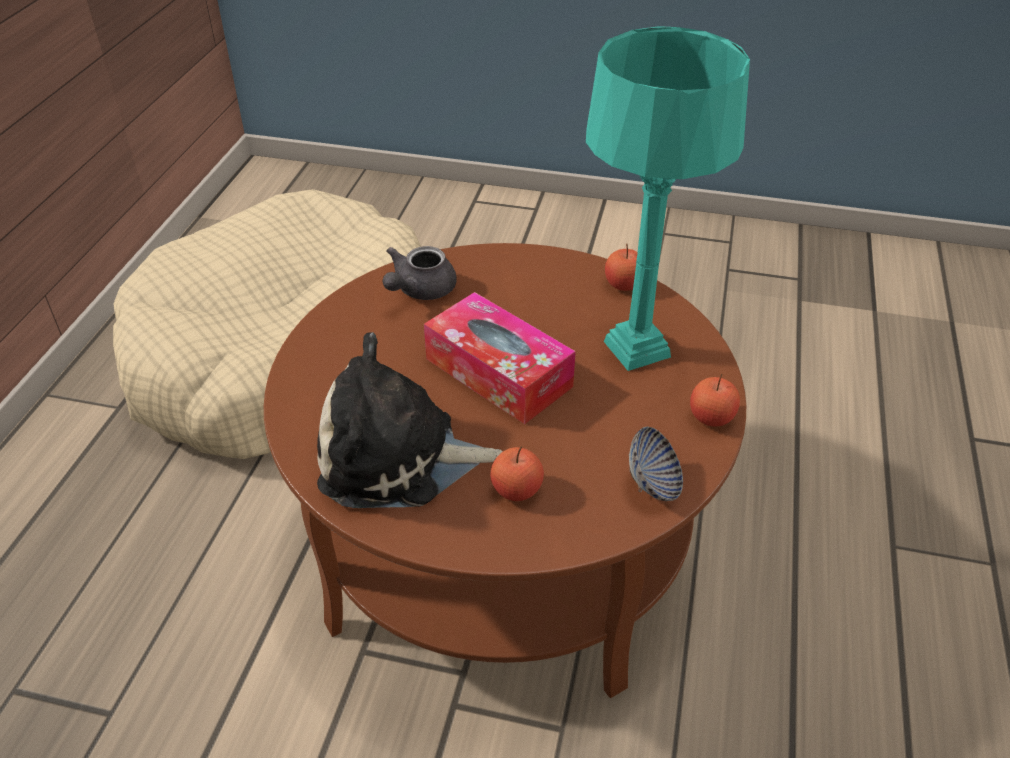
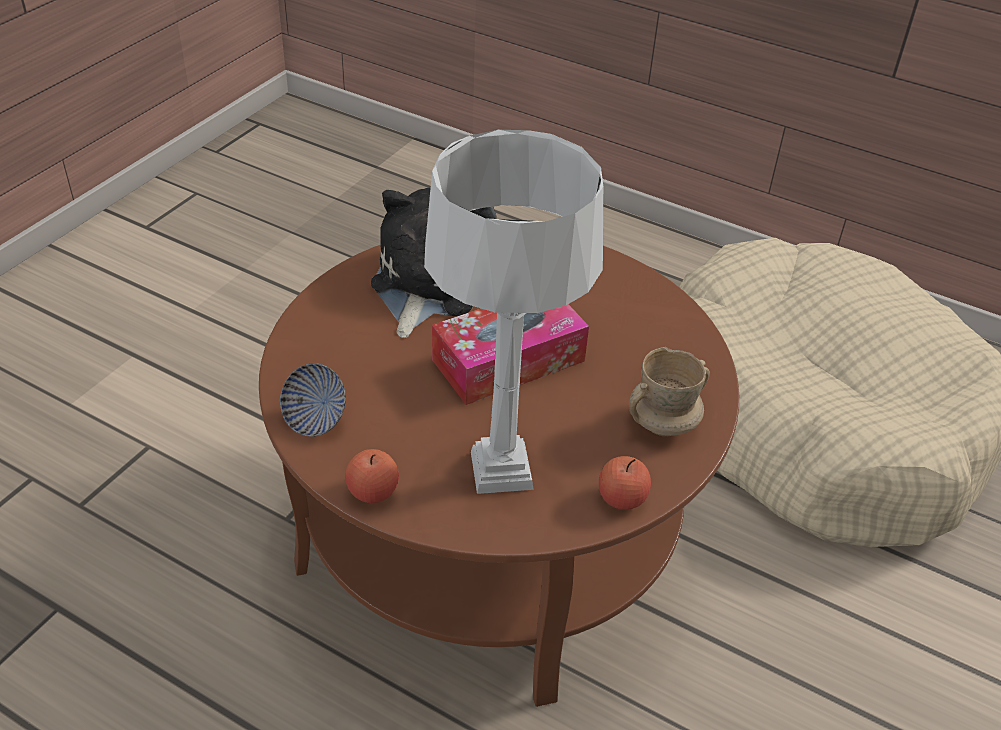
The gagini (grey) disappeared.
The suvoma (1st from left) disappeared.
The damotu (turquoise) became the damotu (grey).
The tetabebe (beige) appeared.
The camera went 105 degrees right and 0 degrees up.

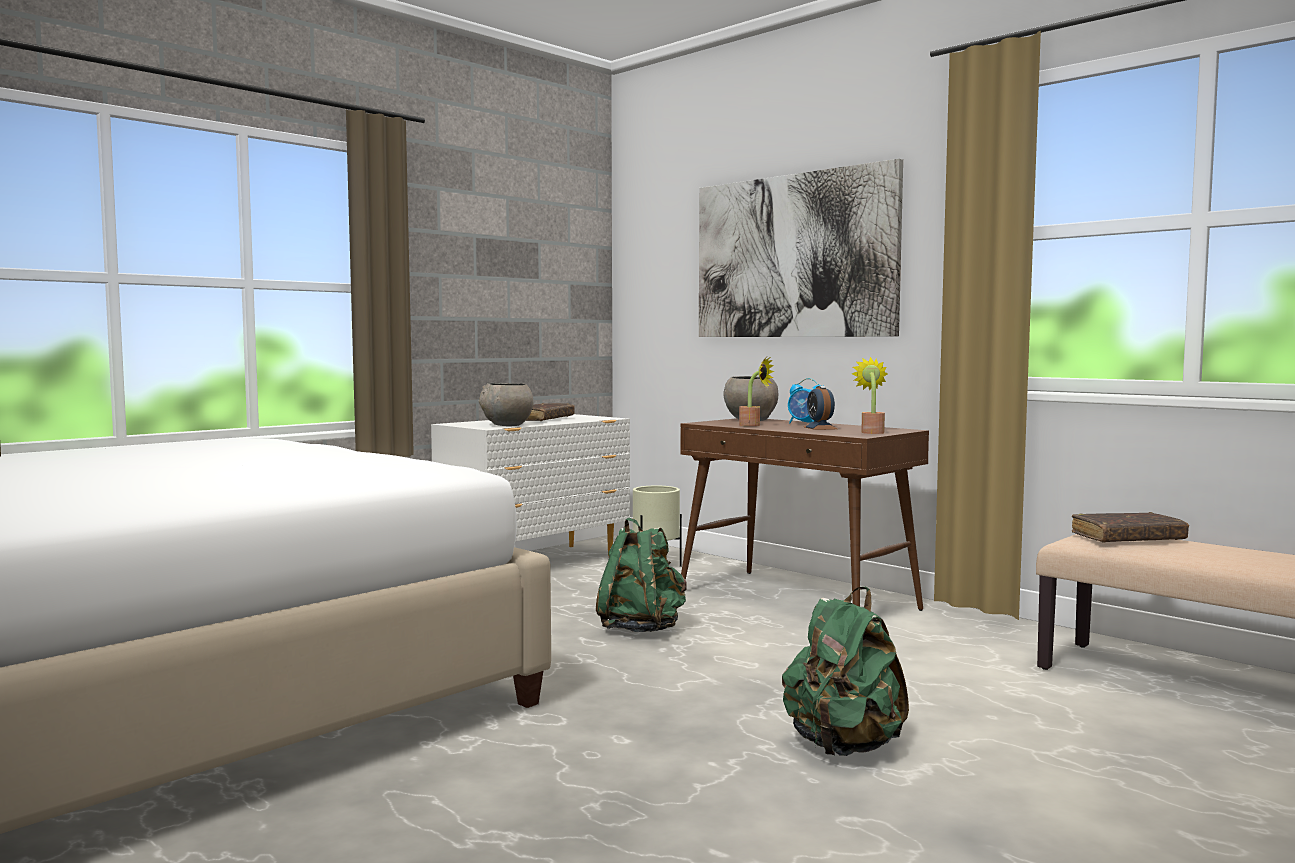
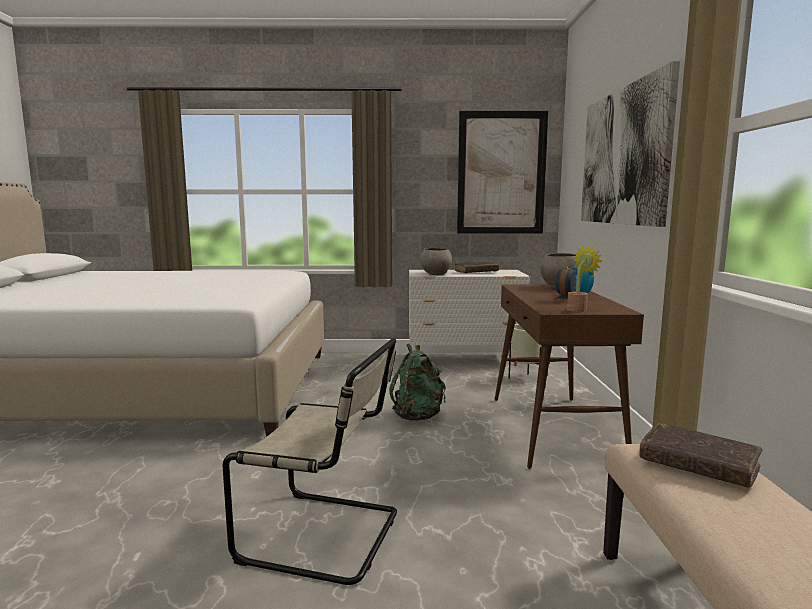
The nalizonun (1st from left) disappeared.
The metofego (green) (2nd from left) was replaced by the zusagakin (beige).
The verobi (1st from left) appeared.
The camera went 45 degrees right and 5 degrees up.

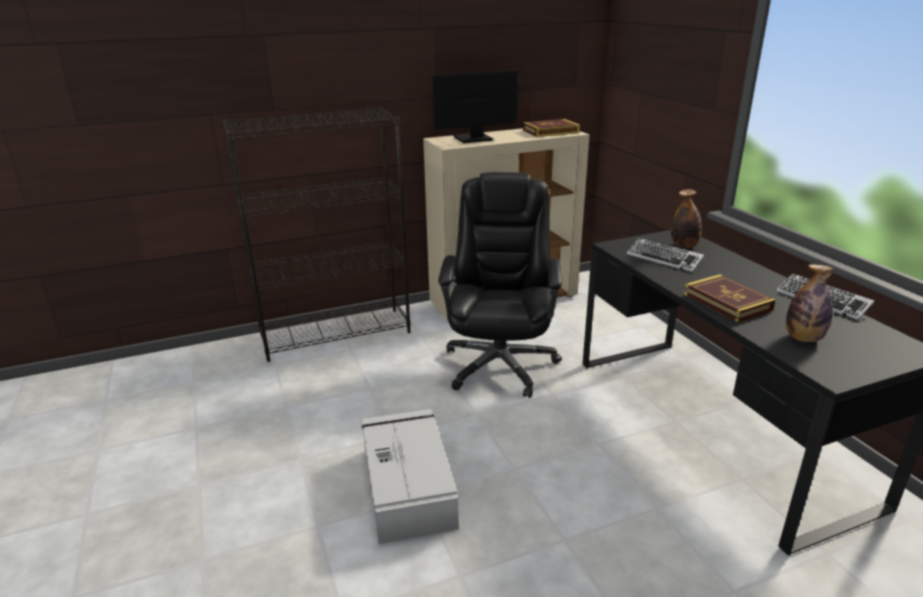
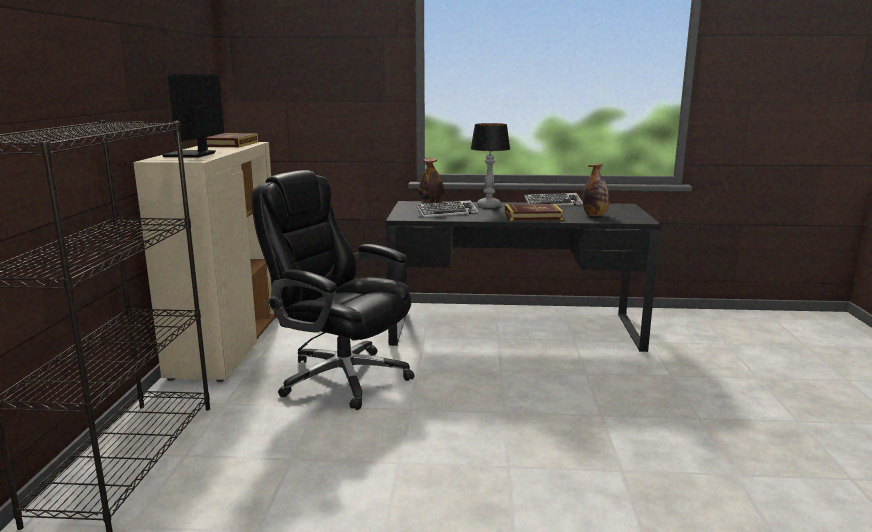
The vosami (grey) disappeared.
The damotu appeared.
The camera went 65 degrees left and 10 degrees down.

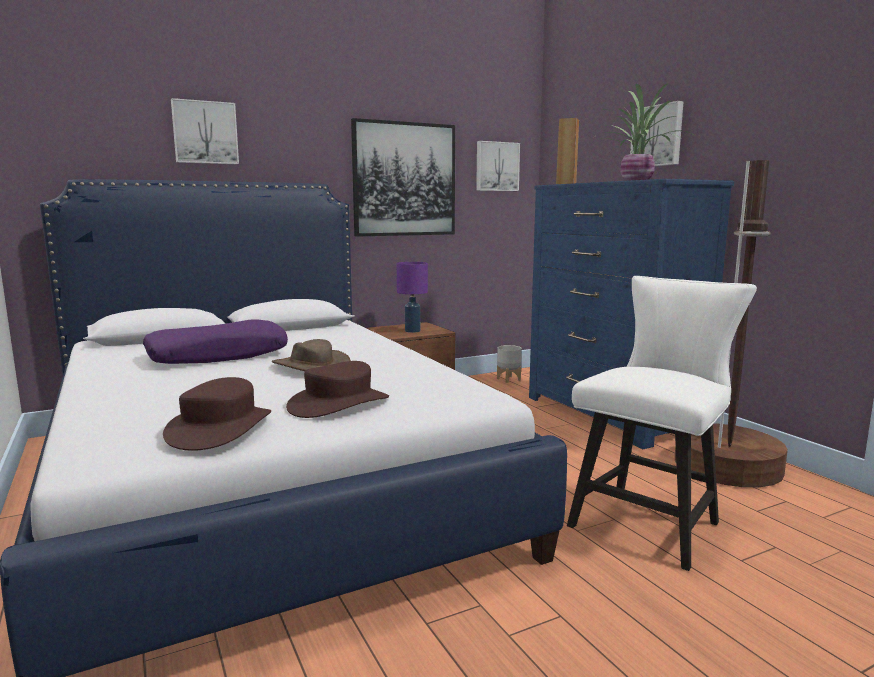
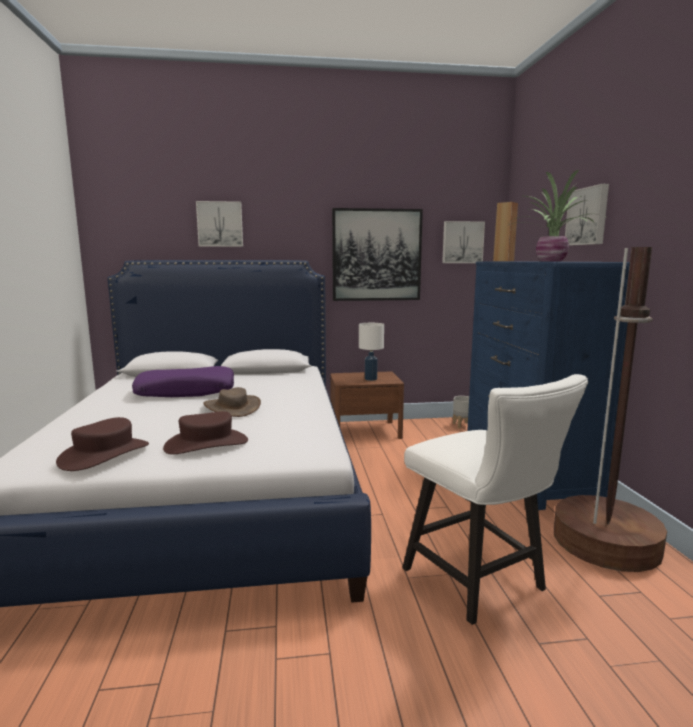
The damotu (purple) became the damotu (white).
The zusagakin (white) turned 90 degrees clockwise.
The camera went 20 degrees right and 0 degrees up.

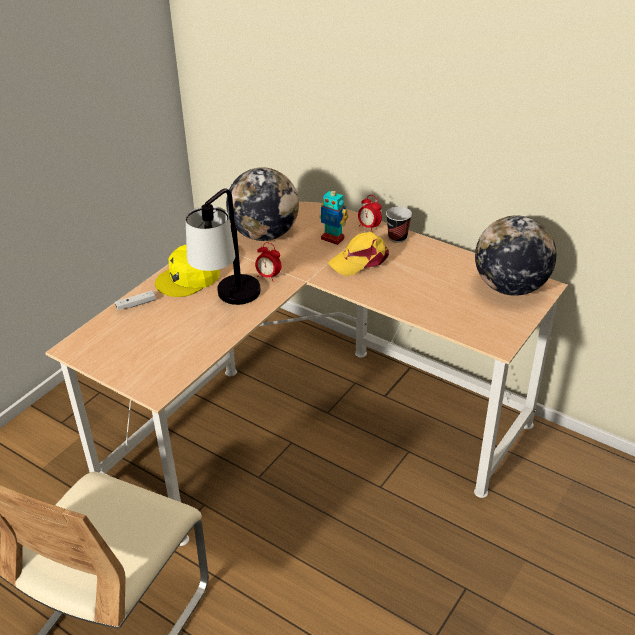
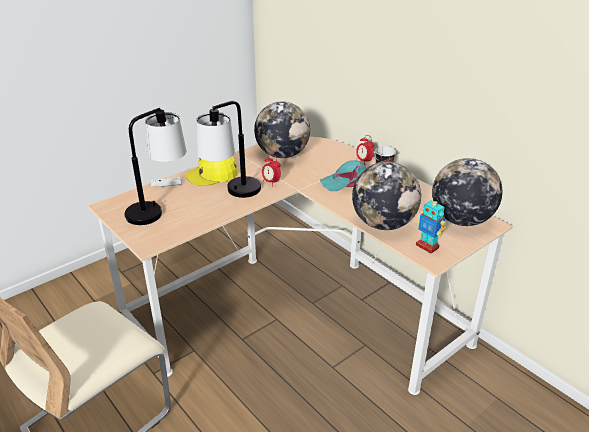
The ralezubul moved.
The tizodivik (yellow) (2nd from left) became the tizodivik (turquoise).
The damotu (1st from left) appeared.
The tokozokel (2nd from left) appeared.
The camera went 15 degrees right and 5 degrees down.

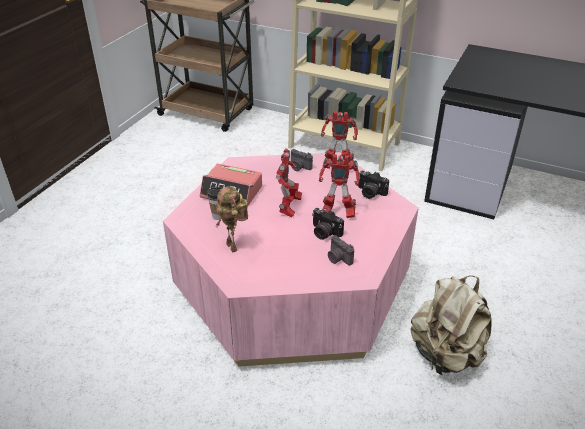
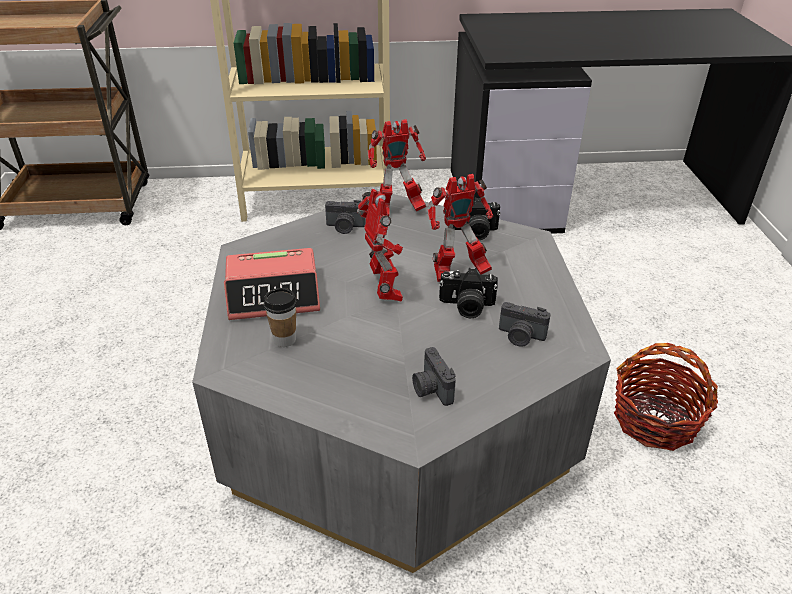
The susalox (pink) became the susalox (grey).
The ralezubul (1st from left) disappeared.
The metofego (beige) was replaced by the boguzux.
The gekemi (2nd from left) appeared.
The camera went 30 degrees left and 0 degrees up.

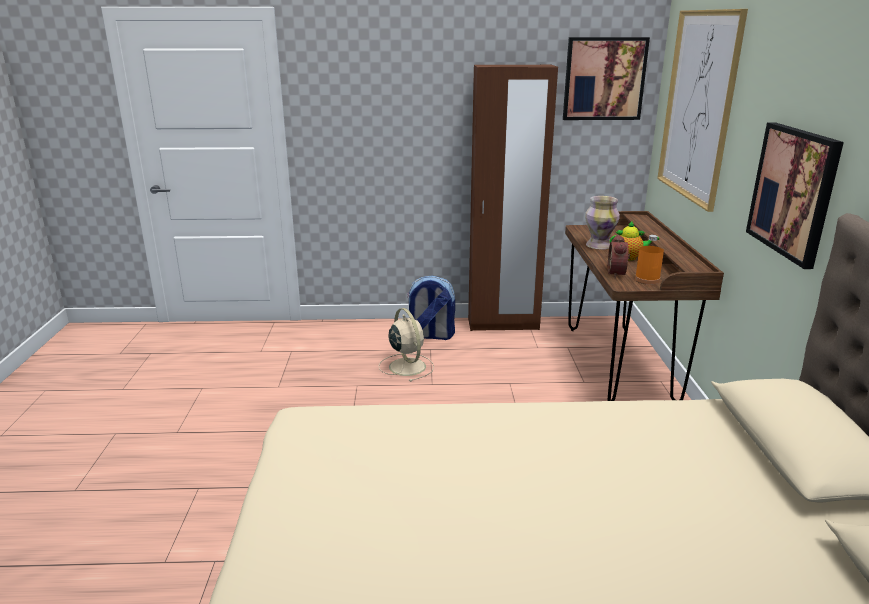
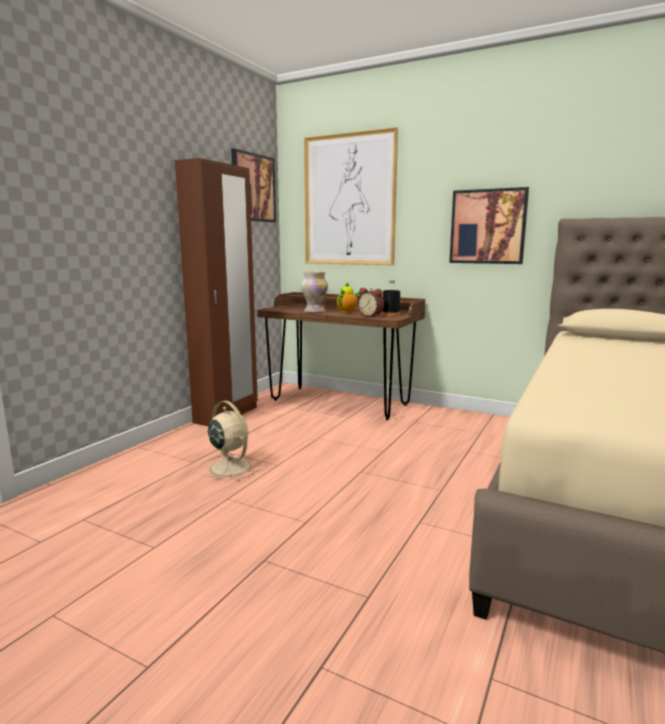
The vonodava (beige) turned 45 degrees clockwise.
The metofego disappeared.
The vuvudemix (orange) became the vuvudemix (black).
The camera went 60 degrees left and 10 degrees down.

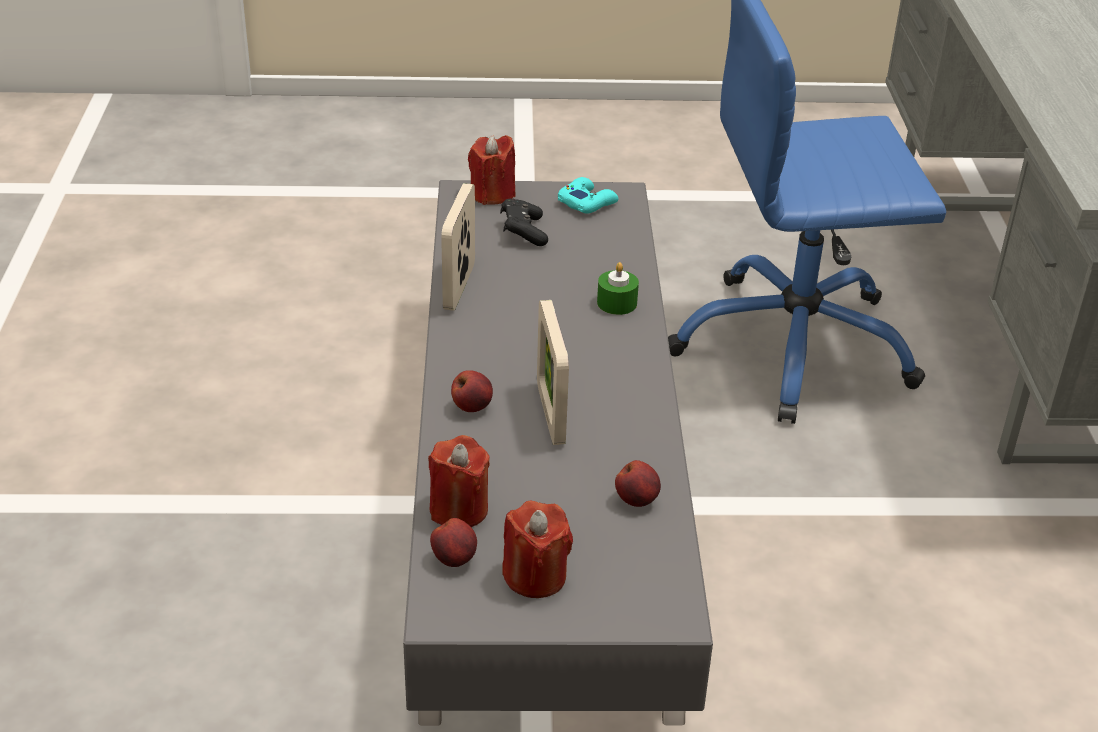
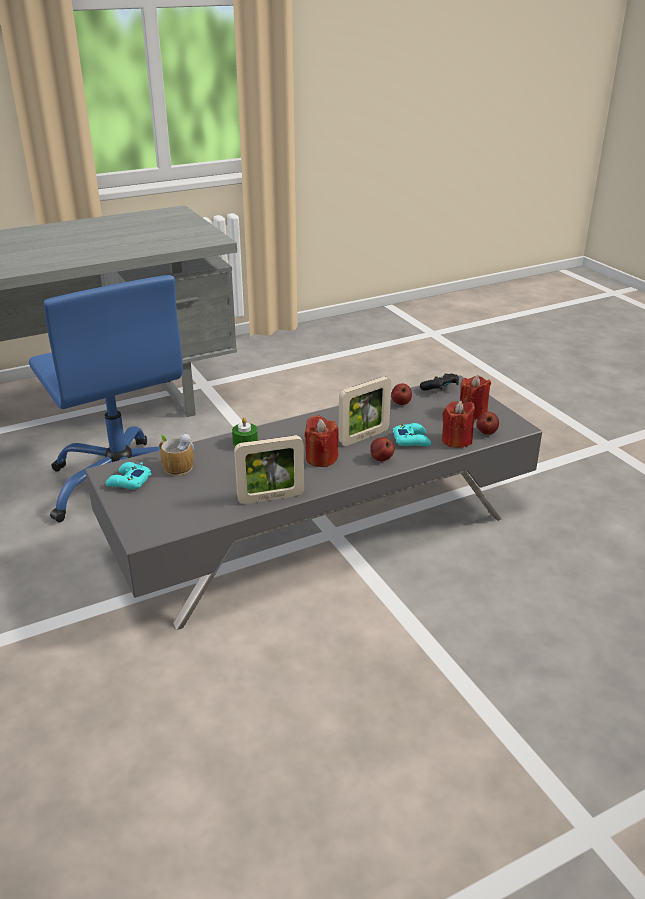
The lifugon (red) (2nd from left in the first image) moved.
The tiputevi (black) moved.
The tetabebe appeared.
The tiputevi (turquoise) (2nd from left) appeared.
The camera went 115 degrees left and 5 degrees down.

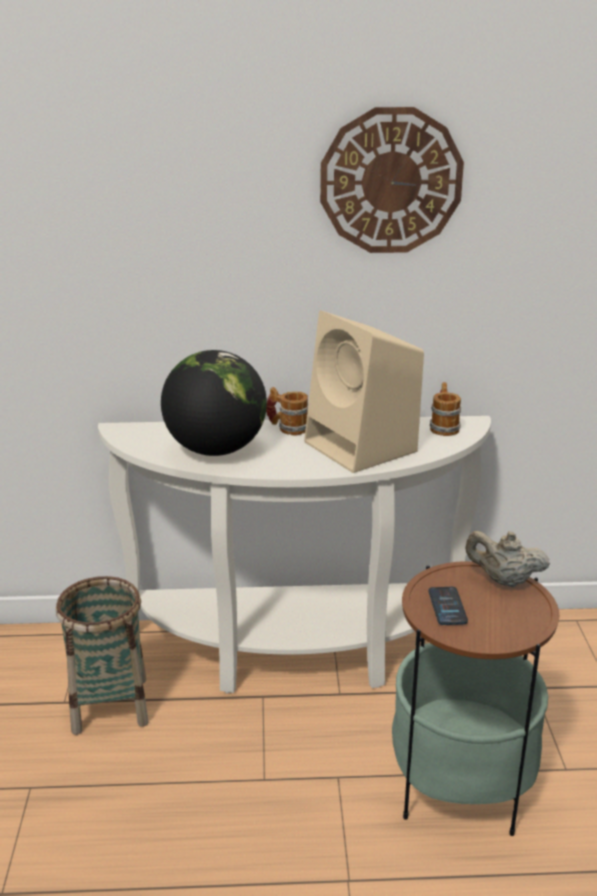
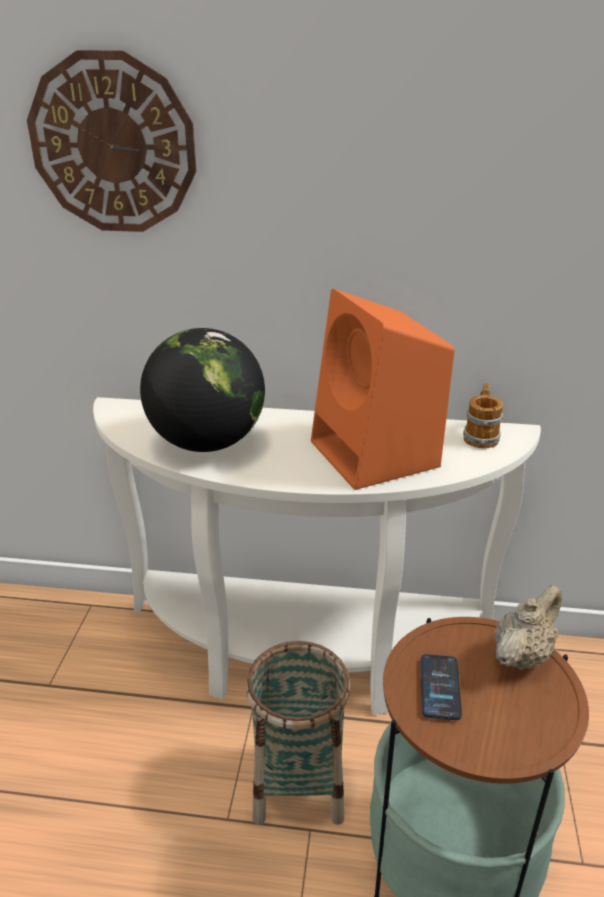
The boguzux moved.
The tetabebe (1st from left) disappeared.
The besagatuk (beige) became the besagatuk (orange).
The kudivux moved.
The gagini (beige) turned 105 degrees clockwise.
The camera went 10 degrees right and 5 degrees up.

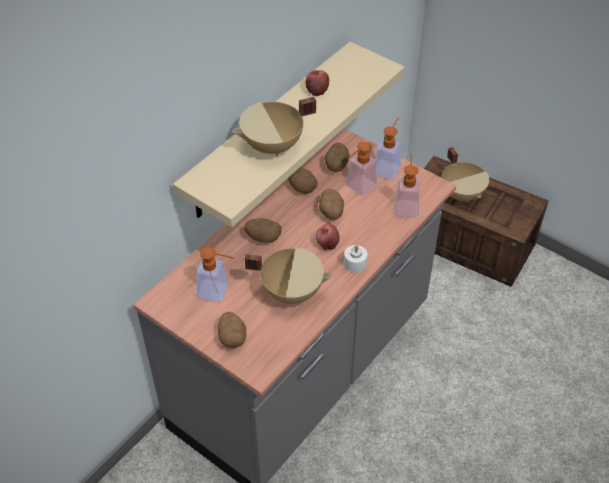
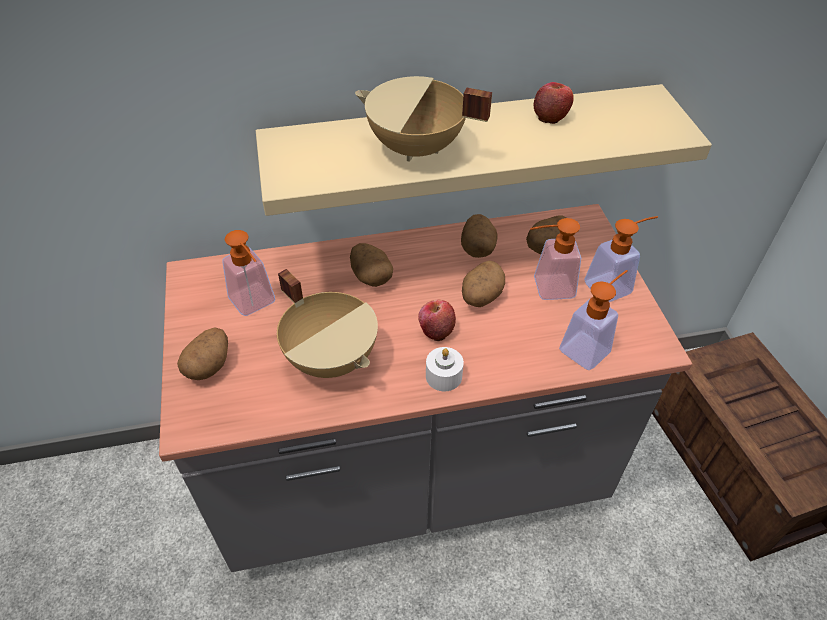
The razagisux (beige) (3rd from left) disappeared.
The camera went 40 degrees right and 0 degrees up.

